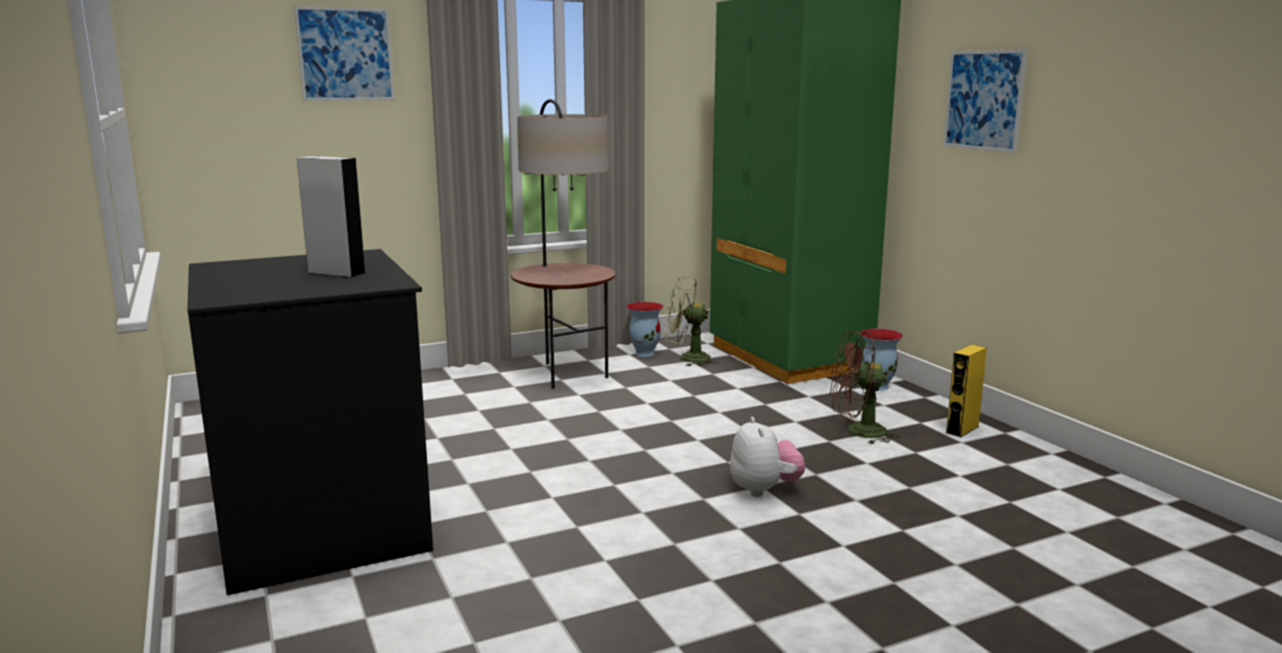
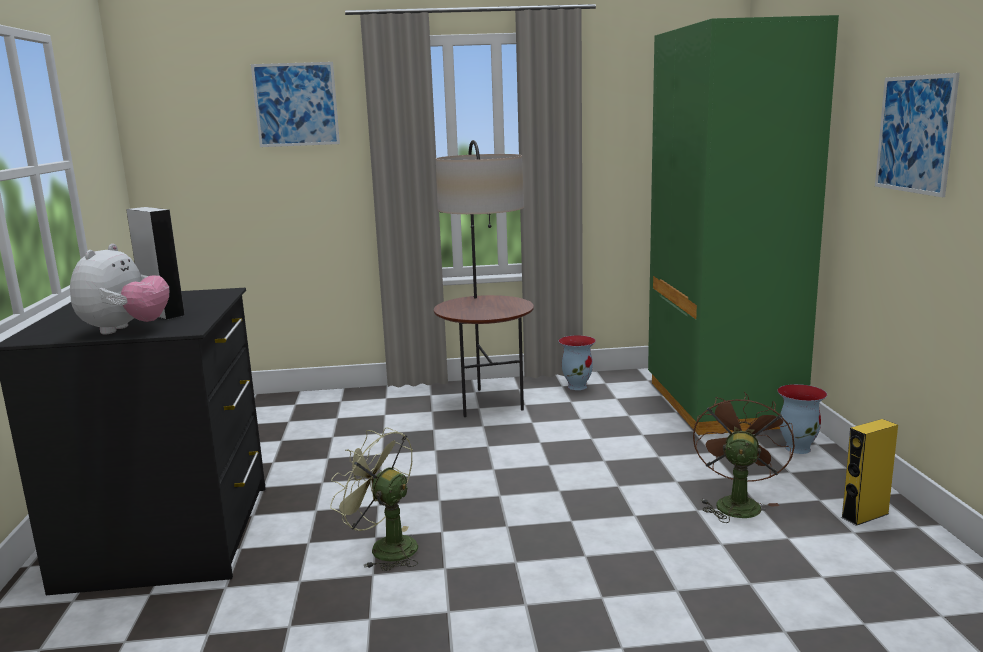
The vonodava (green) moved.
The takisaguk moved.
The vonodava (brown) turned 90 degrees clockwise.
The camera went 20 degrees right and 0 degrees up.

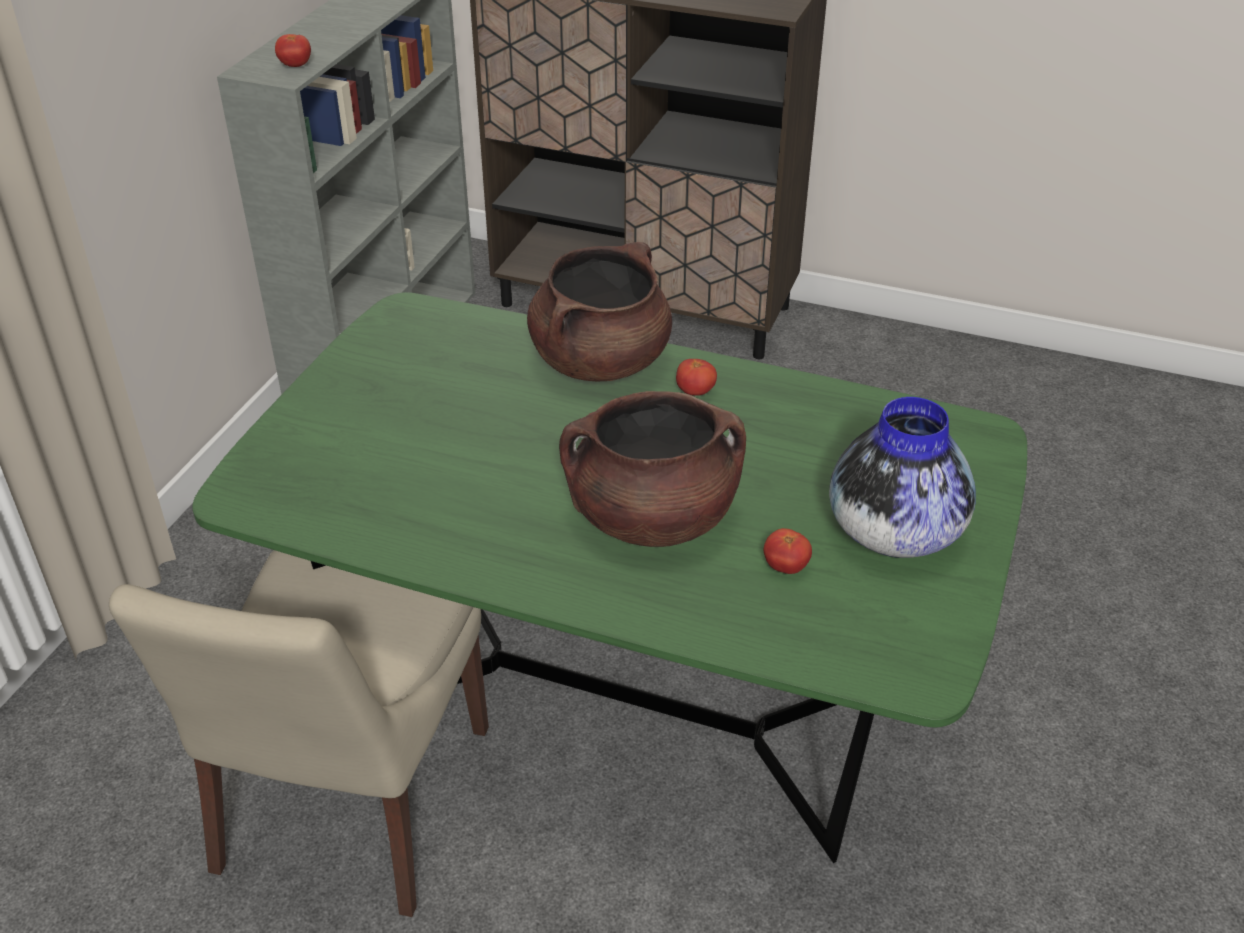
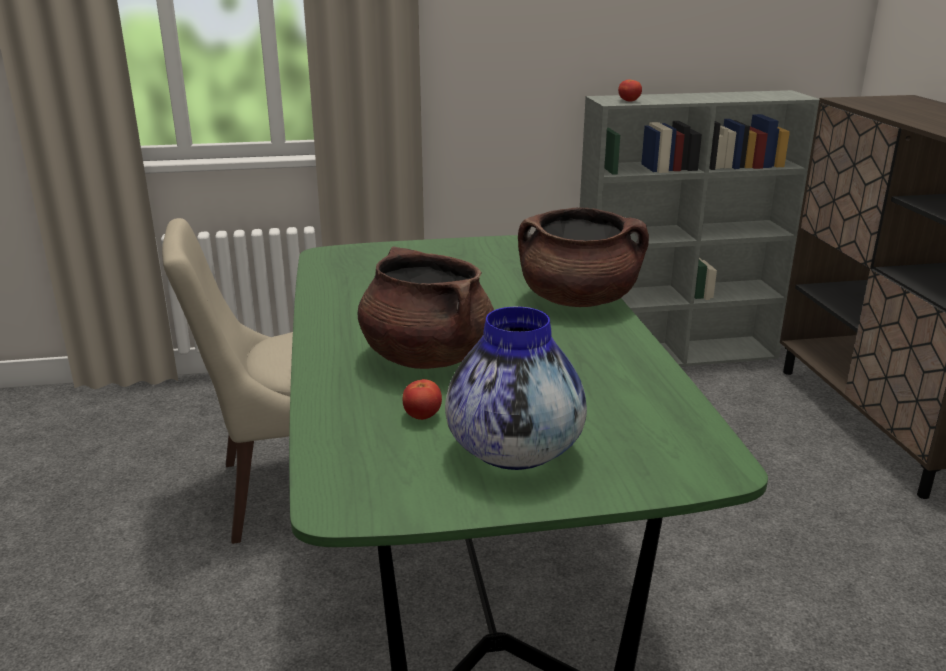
The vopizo (2nd from left) disappeared.
The camera went 60 degrees right and 15 degrees down.

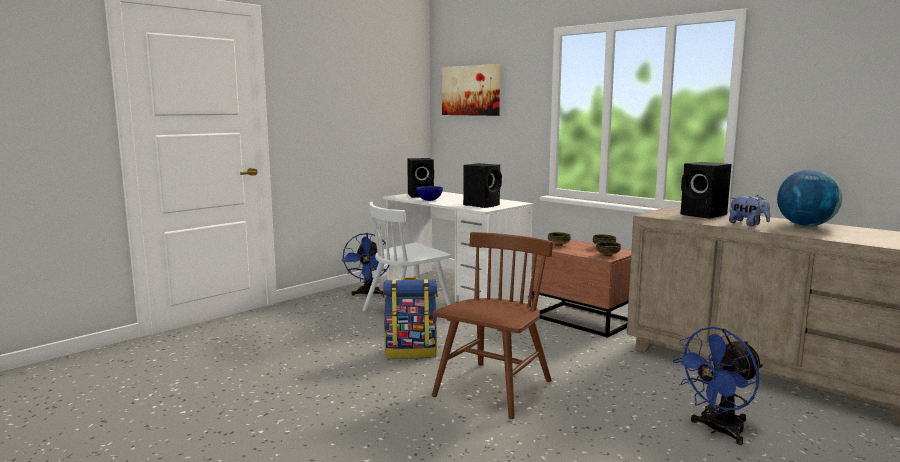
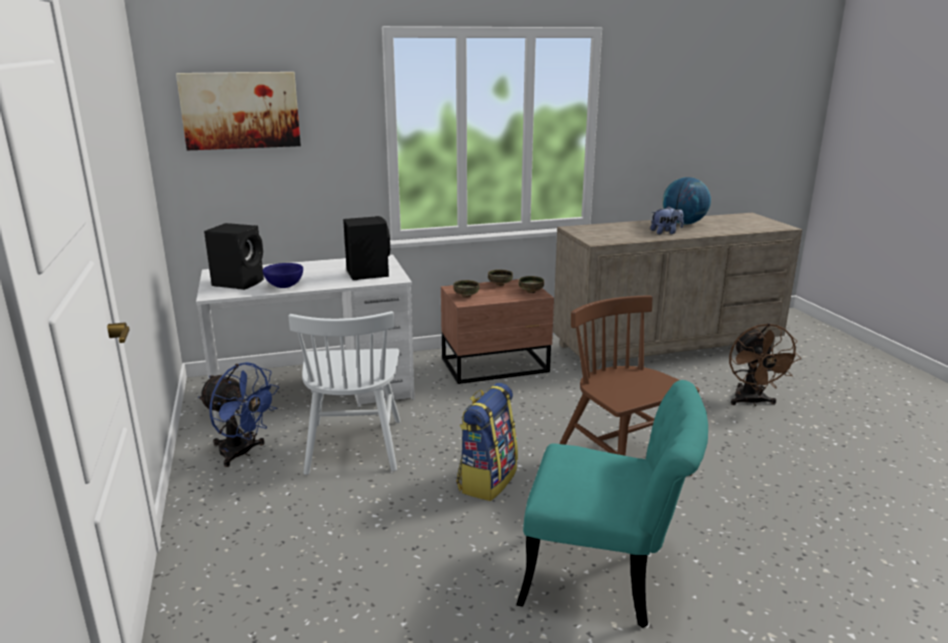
The vonodava (blue) (2nd from left) became the vonodava (brown).
The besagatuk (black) (3rd from left) disappeared.
The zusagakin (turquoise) appeared.
The camera went 60 degrees left and 10 degrees up.

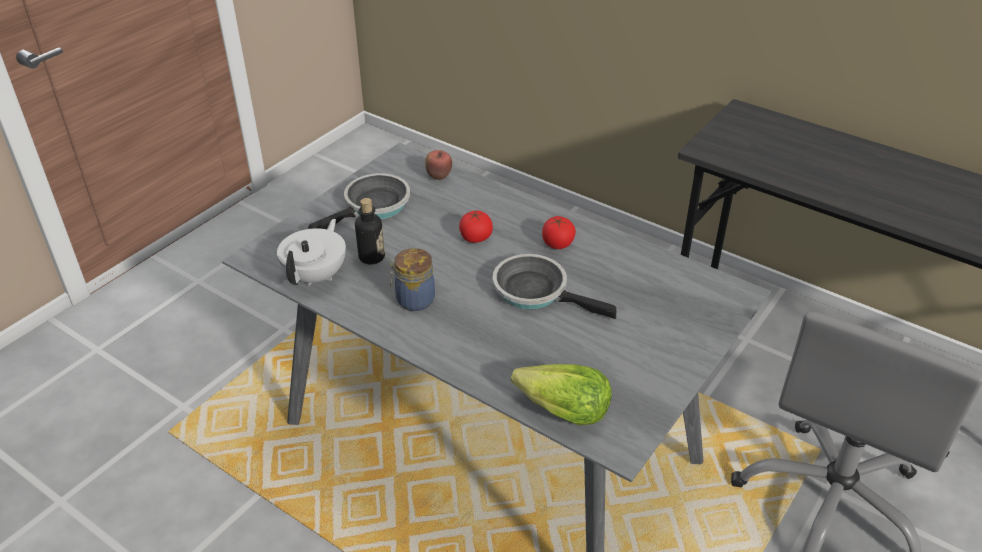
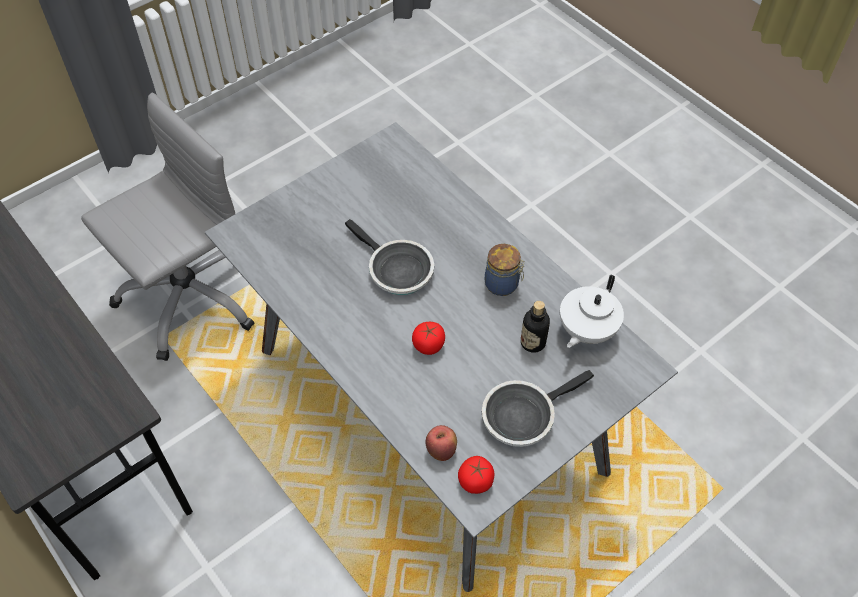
The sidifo disappeared.
The vopizo (2nd from left) moved.
The camera went 165 degrees left and 15 degrees up.

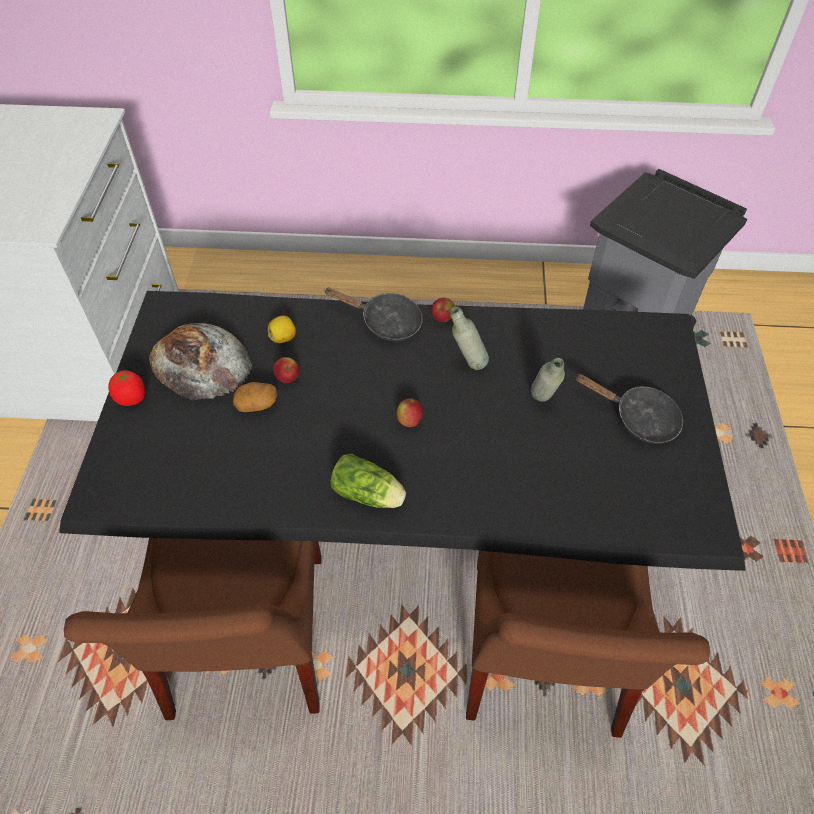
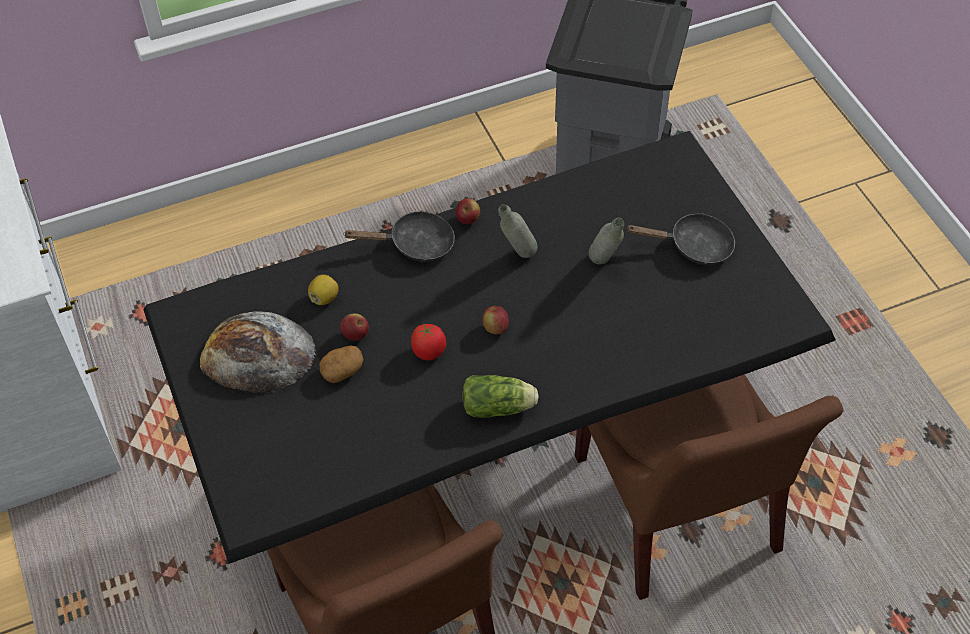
The vopizo moved.
The camera went 25 degrees left and 0 degrees up.

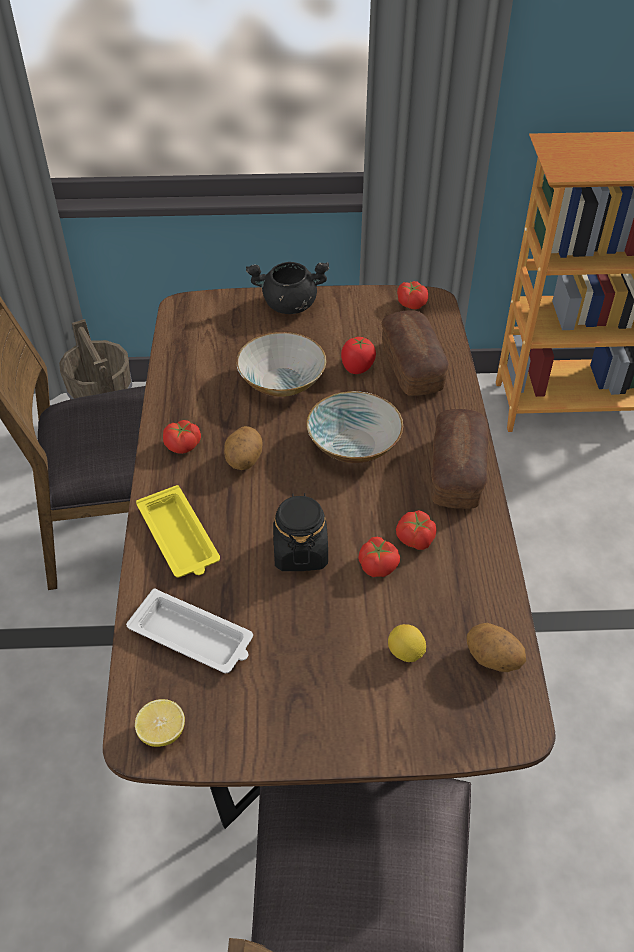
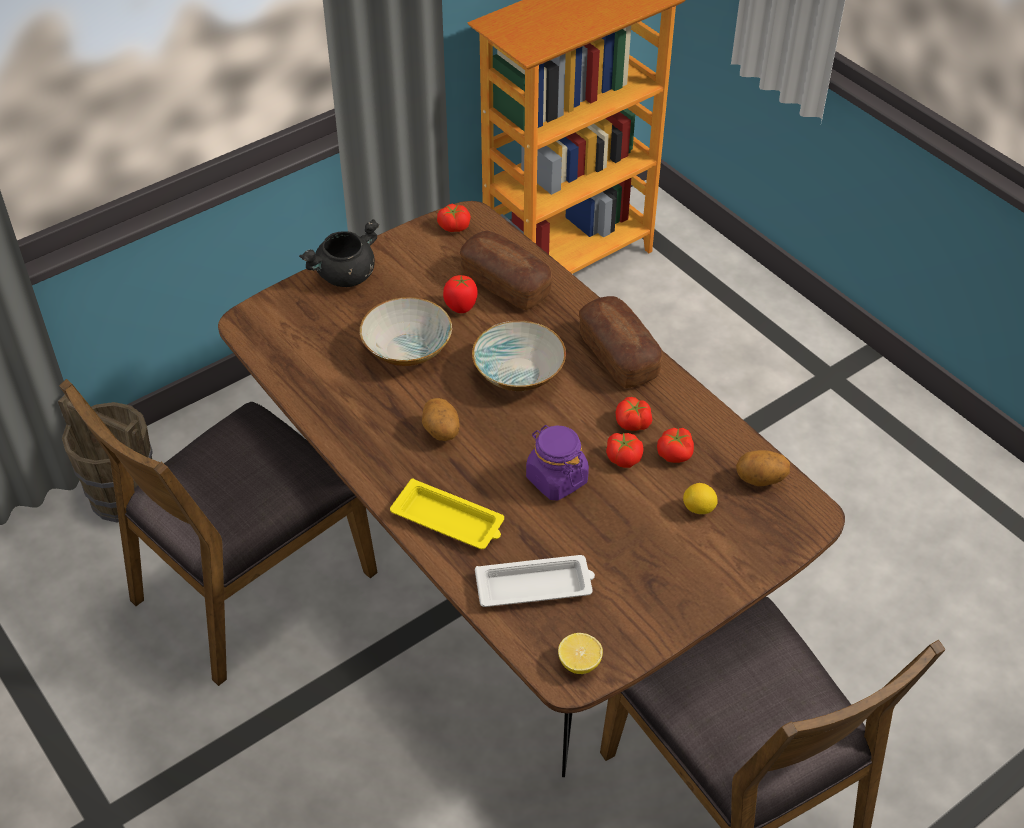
The vopizo (1st from left in the first image) moved.
The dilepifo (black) became the dilepifo (purple).
The camera went 35 degrees left and 0 degrees up.

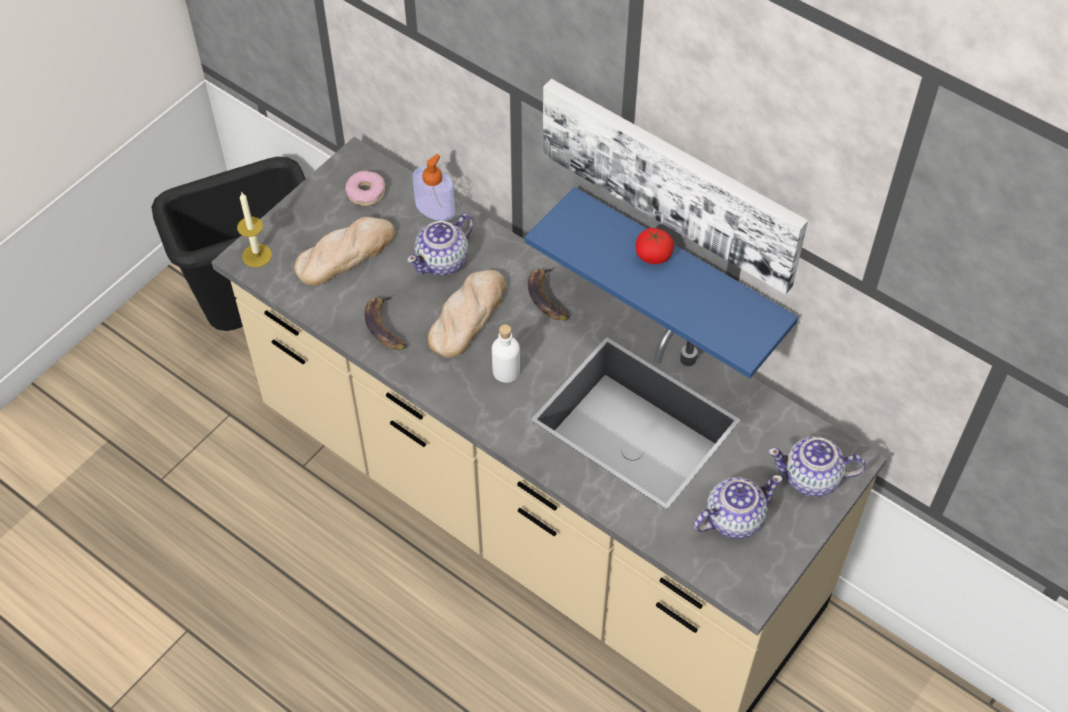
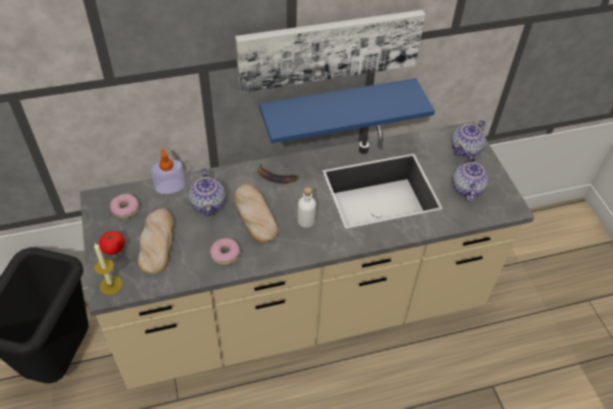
The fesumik (1st from left) was replaced by the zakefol (2nd from left).
The vopizo moved.
The camera went 55 degrees left and 5 degrees down.

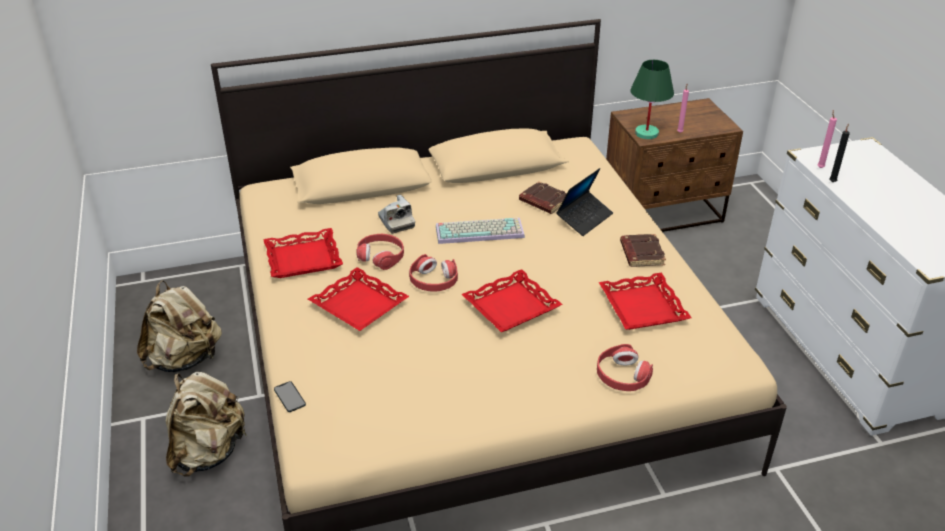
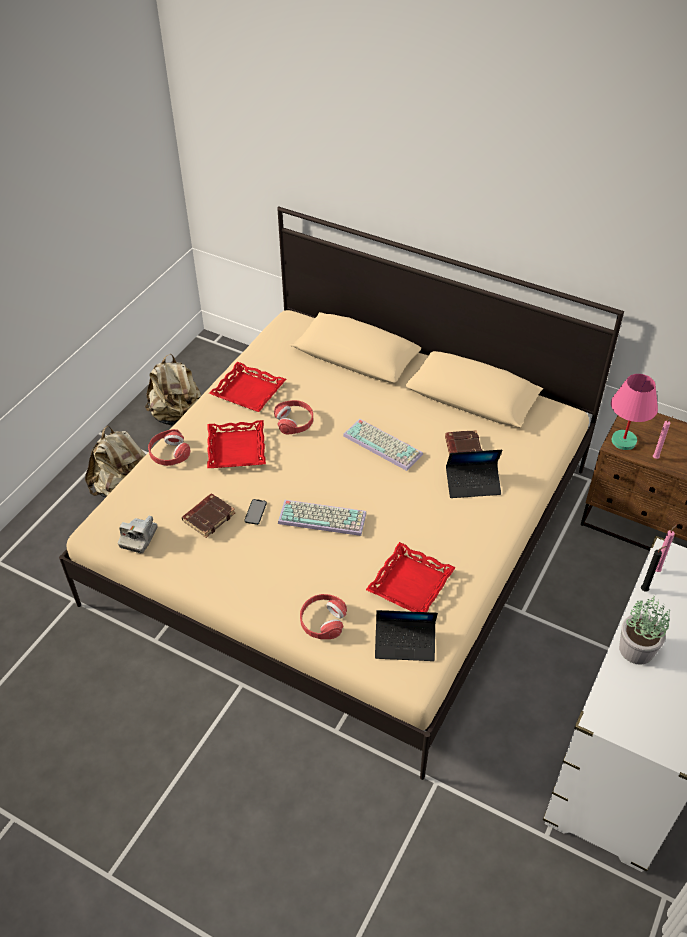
The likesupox moved.
The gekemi moved.
The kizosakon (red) (2nd from left in the first image) moved.
The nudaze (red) (3rd from left) was replaced by the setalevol (1st from left).
The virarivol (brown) (2nd from left in the first image) moved.
The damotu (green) became the damotu (pink).
The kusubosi (1st from left) appeared.
The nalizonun appeared.
The camera went 45 degrees right and 10 degrees up.

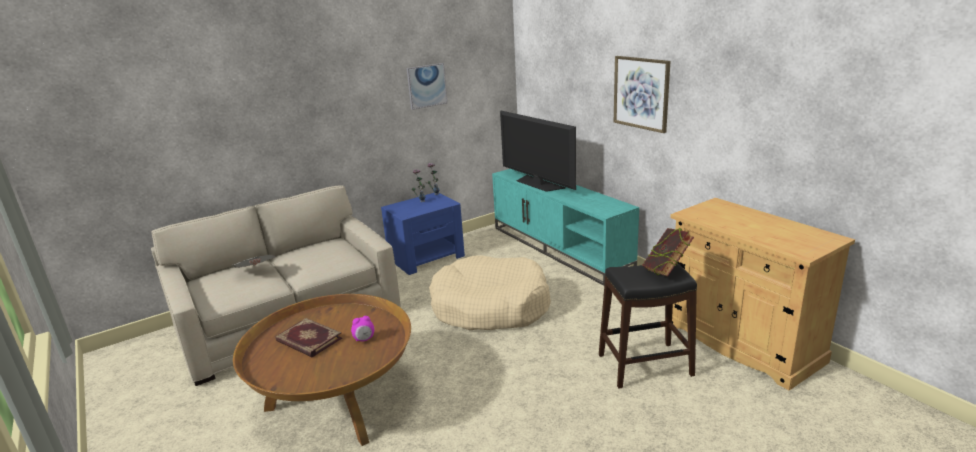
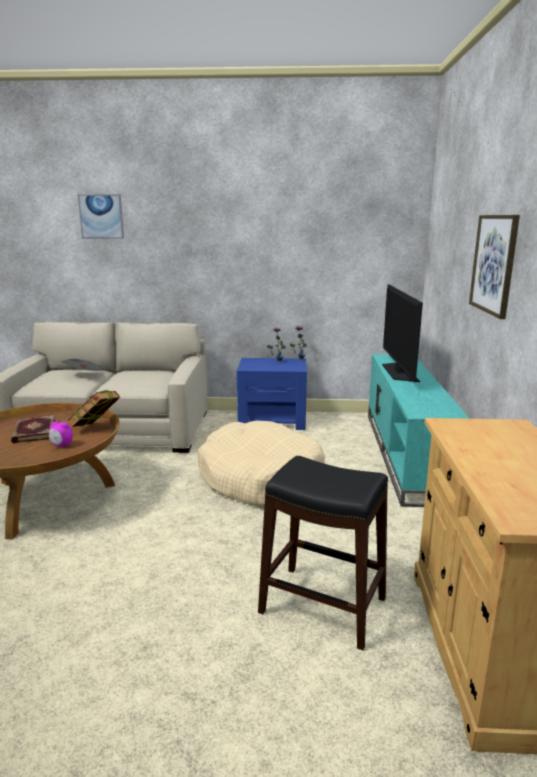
The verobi (1st from left) moved.
The virarivol (2nd from left) moved.
The camera went 35 degrees right and 5 degrees down.

